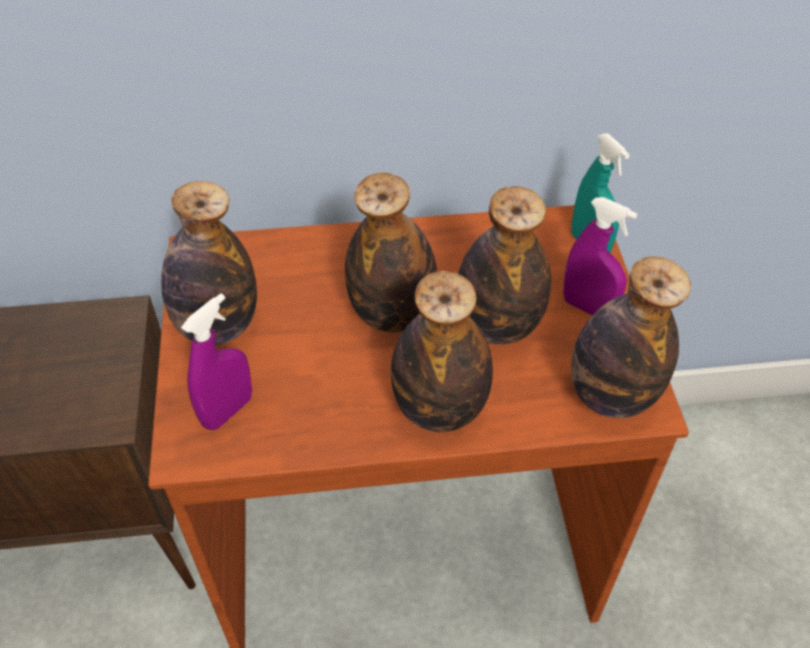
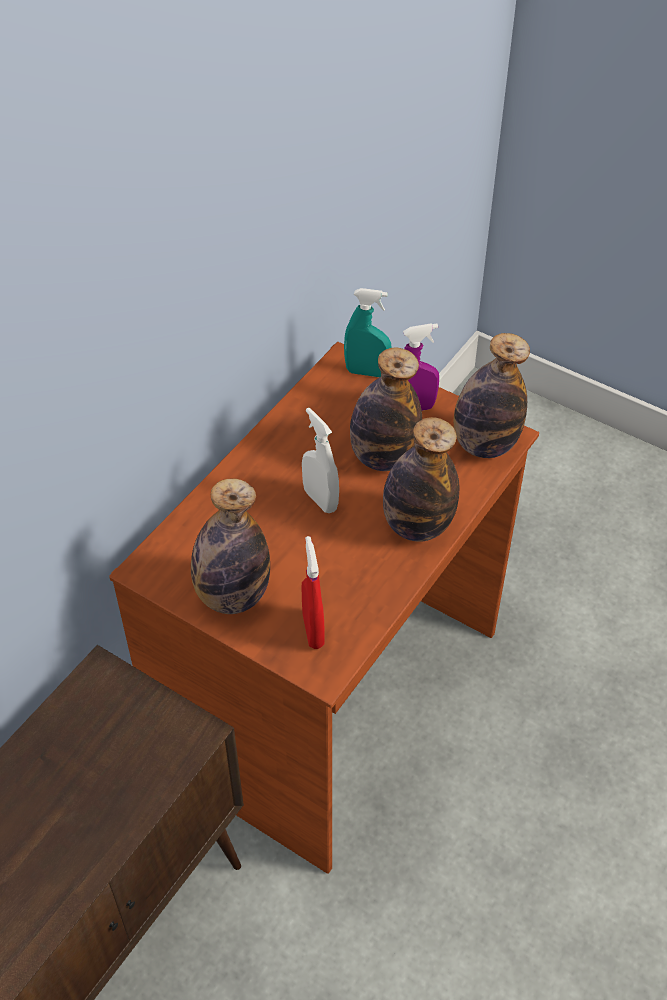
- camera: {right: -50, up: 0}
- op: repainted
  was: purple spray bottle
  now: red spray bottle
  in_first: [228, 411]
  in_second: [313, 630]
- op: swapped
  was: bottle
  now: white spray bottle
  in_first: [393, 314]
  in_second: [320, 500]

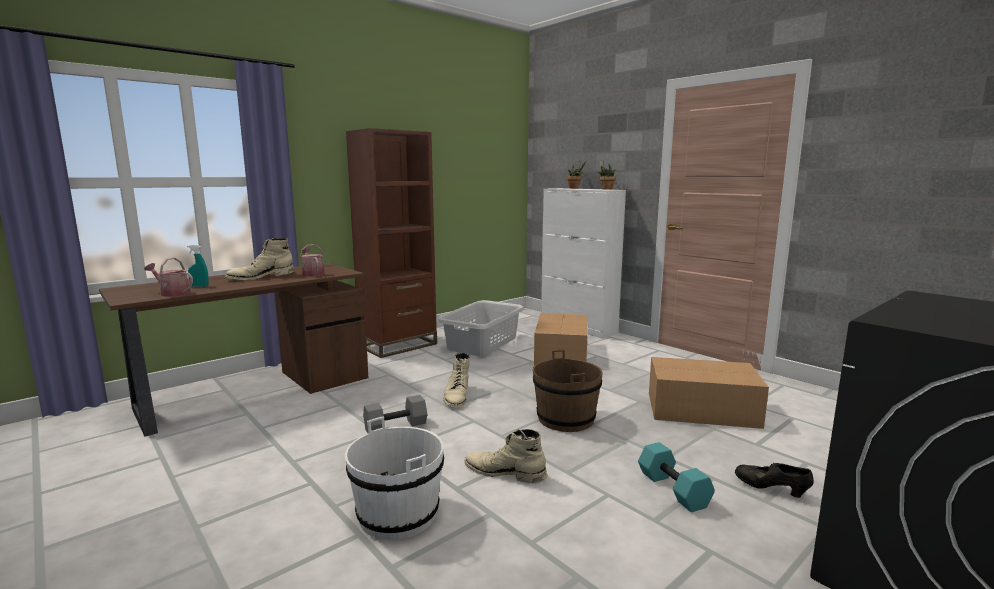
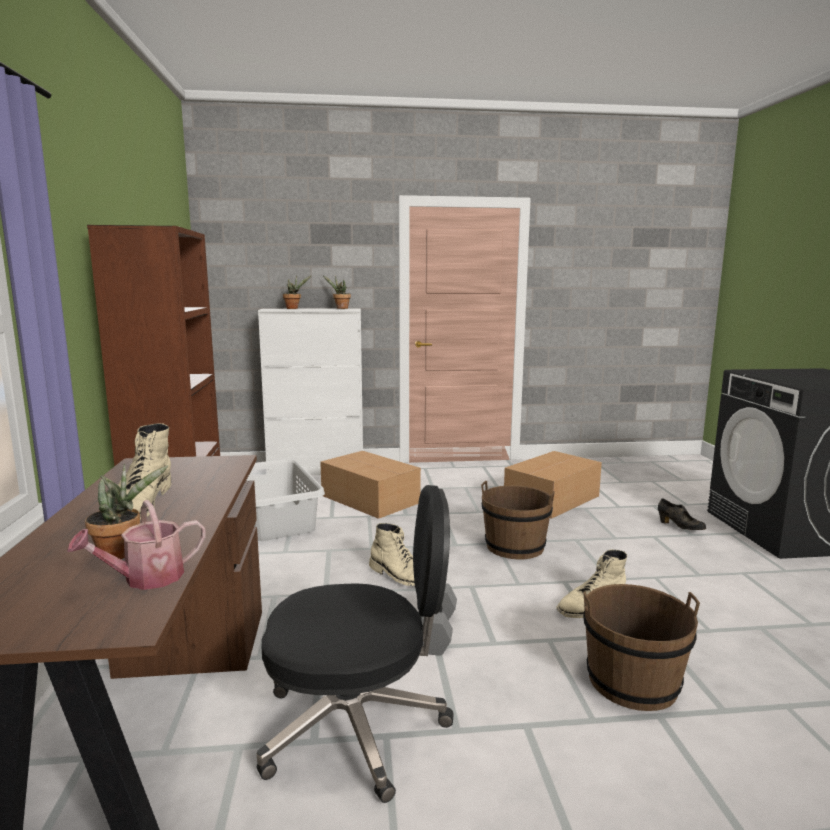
- camera: {right: -55, up: 0}
- op: swapped
  was: turquoise spray bottle
  now: potted plant
  in_first: [199, 286]
  in_second: [122, 552]
- op: gone
  was: watering can
  in_first: [312, 273]
- op: repainted
  was: white bucket
  now: brown bucket
  in_first: [398, 514]
  in_second: [632, 682]
- op: gone
  was: turquoise dumbbell
  in_first: [671, 489]
- op: rotated
  was: black shoe
  in_first: [770, 489]
  in_second: [679, 527]
  clockwise: -105
- op: new
  now: black office chair
  in_second: [357, 726]

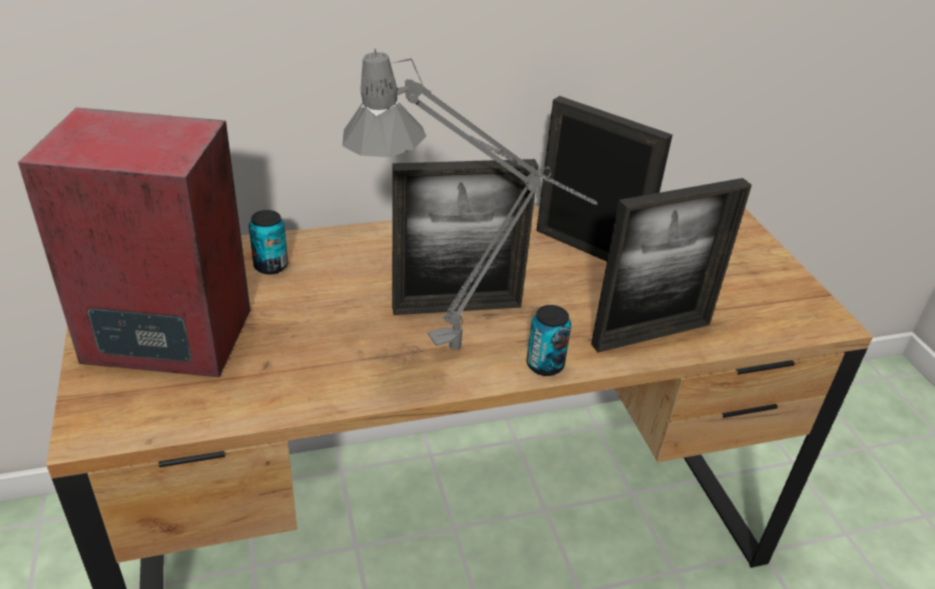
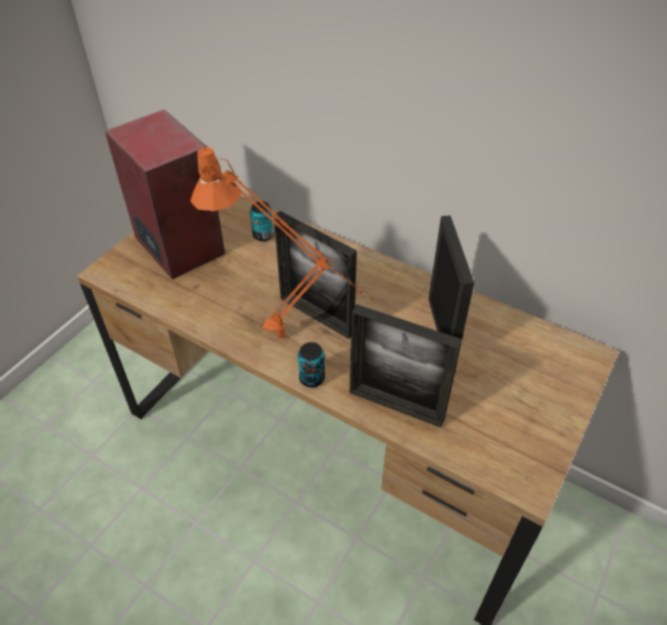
- camera: {right: 50, up: 10}
- op: repainted
  was: grey table lamp
  now: orange table lamp
  in_first: [469, 346]
  in_second: [291, 341]

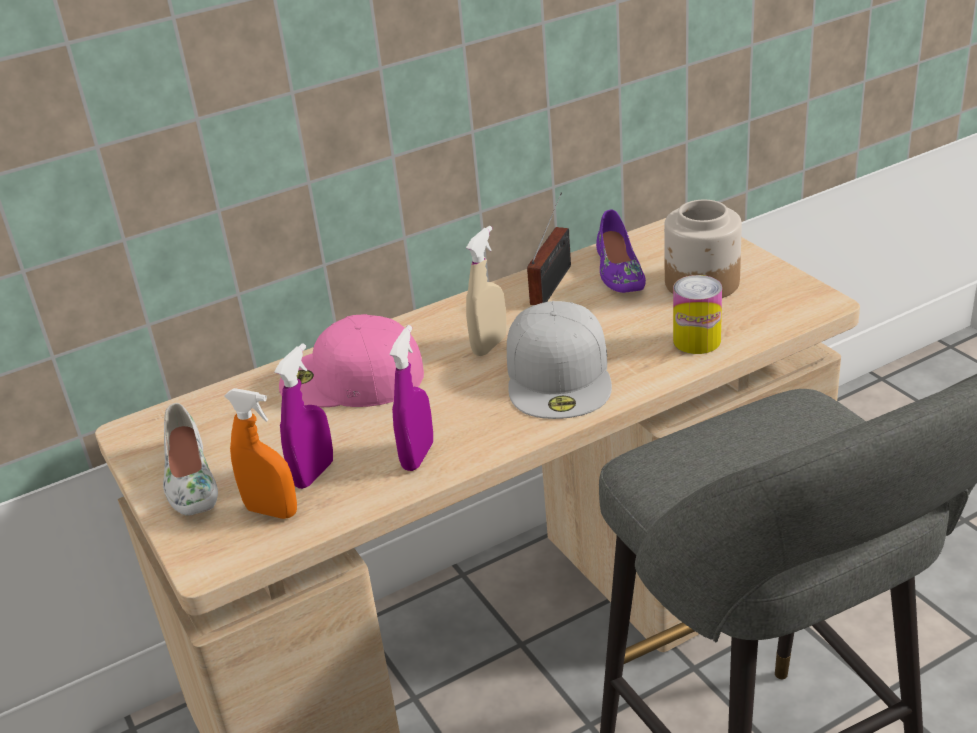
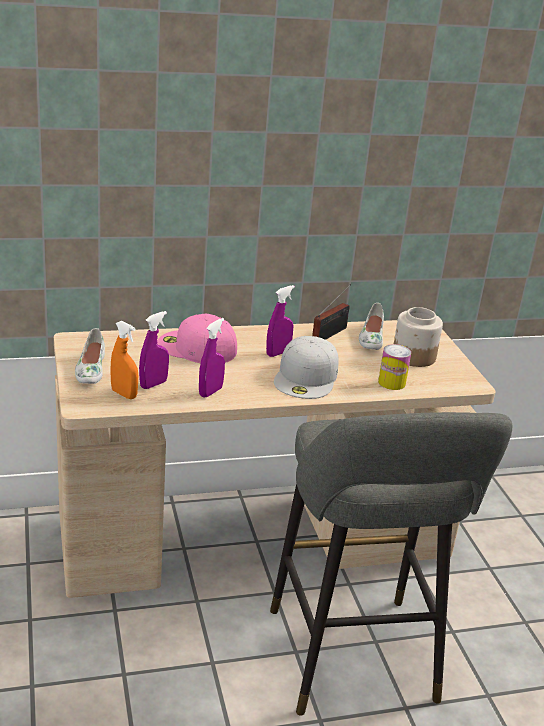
- camera: {right: 10, up: -5}
- op: repainted
  was: beige spray bottle
  now: purple spray bottle
  in_first: [489, 345]
  in_second: [278, 353]
- op: repainted
  was: purple shoe
  now: white shoe
  in_first: [618, 270]
  in_second: [371, 337]

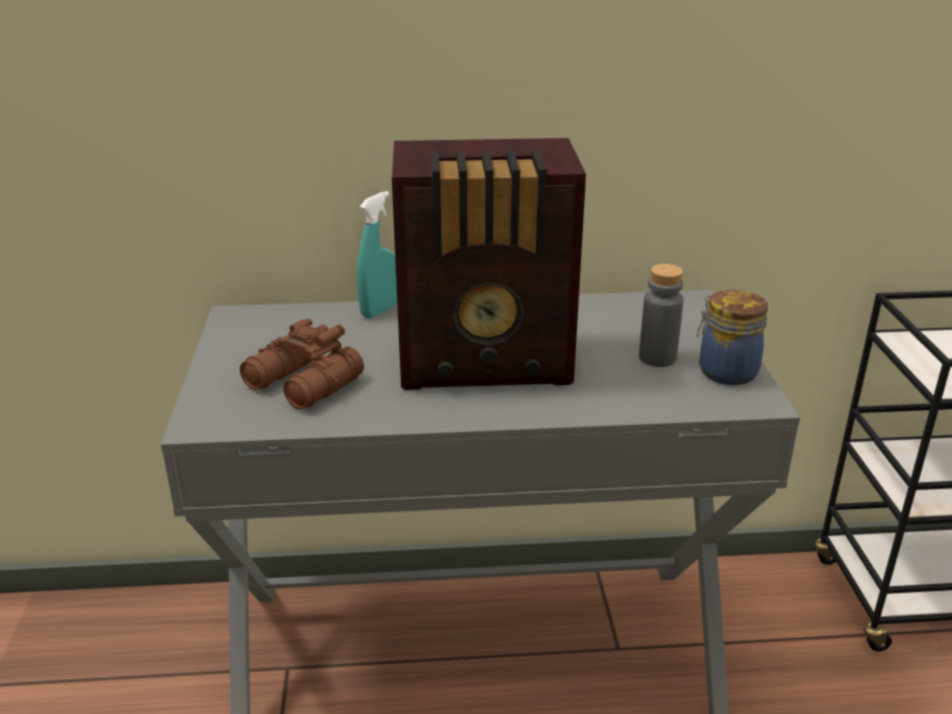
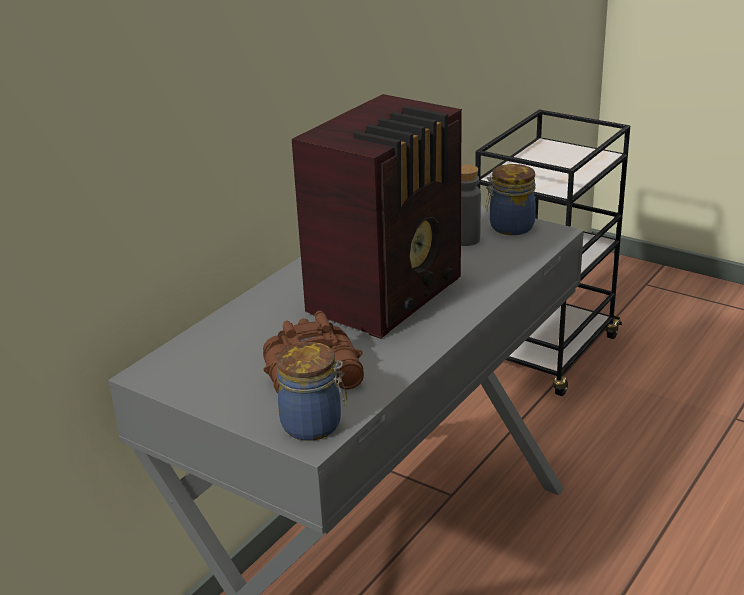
- camera: {right: -50, up: 0}
- op: gone
  was: turquoise spray bottle
  in_first: [379, 310]
- op: new
  now: jar
  in_second: [314, 425]

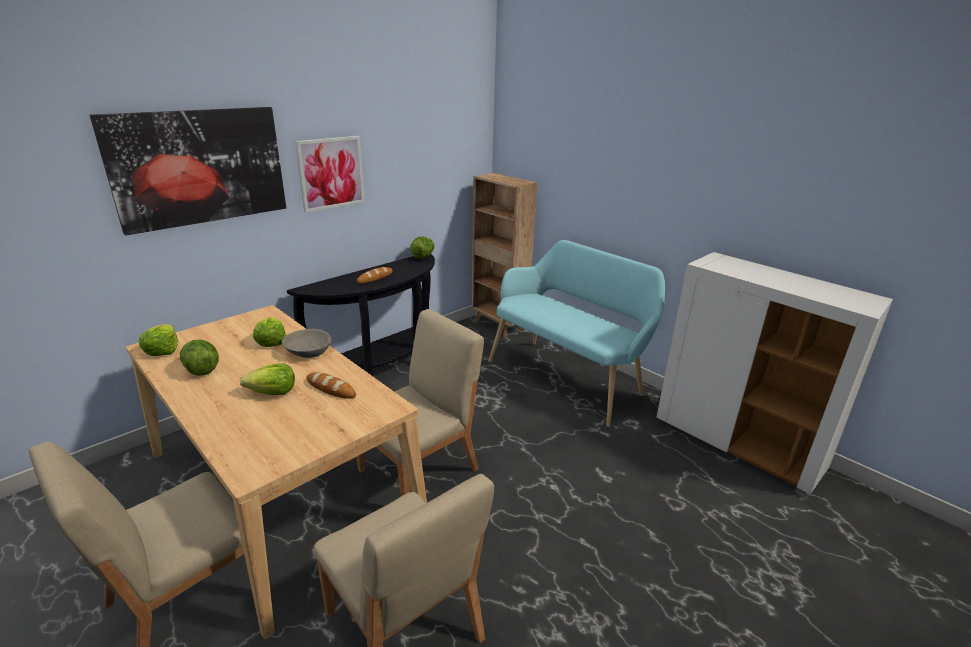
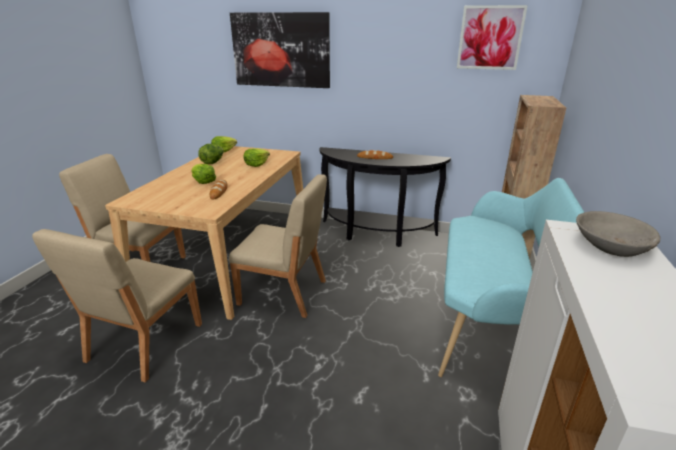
- camera: {right: 60, up: 0}
- op: shifted
  was: grey bowl
  in_first: [308, 351]
  in_second: [610, 245]
- op: shifted
  was: picture
  in_first: [331, 173]
  in_second: [490, 38]
- op: gone
  was: lettuce
  in_first: [423, 256]

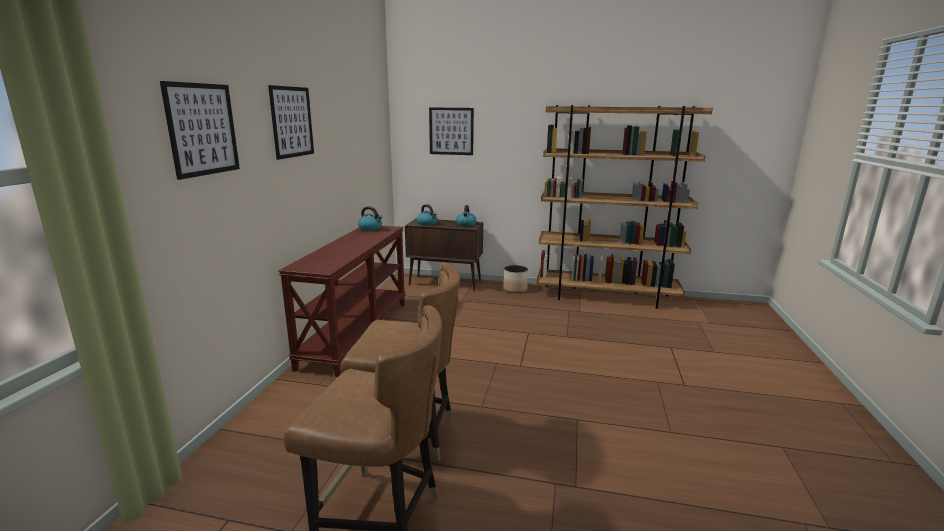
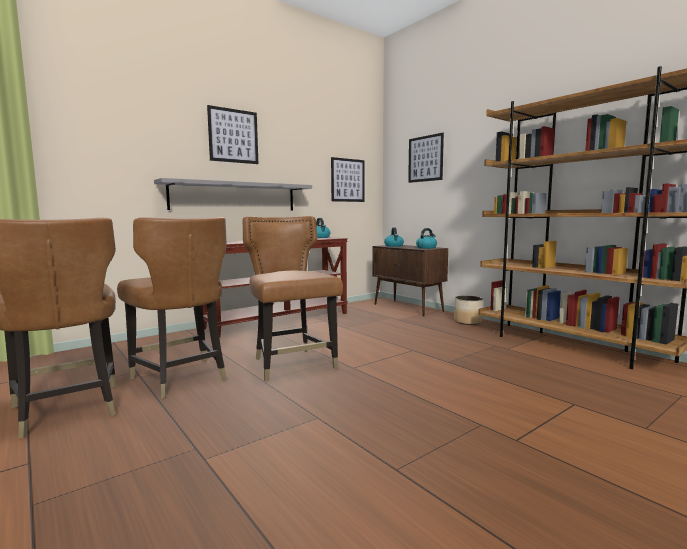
- camera: {right: 40, up: -10}
- op: shifted
  was: picture
  in_first: [203, 129]
  in_second: [348, 180]
- op: new
  now: grey shelf
  in_second: [235, 196]
- op: new
  now: brown chair
  in_second: [292, 364]

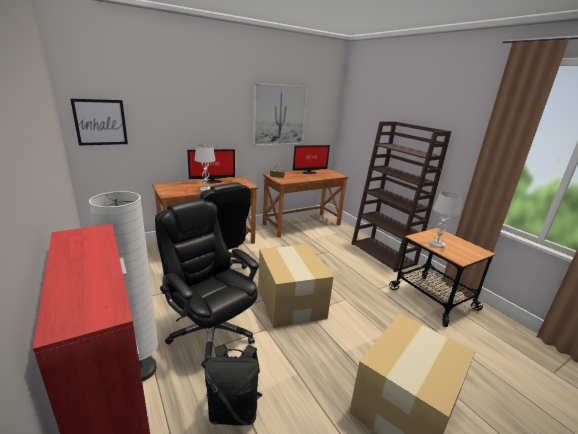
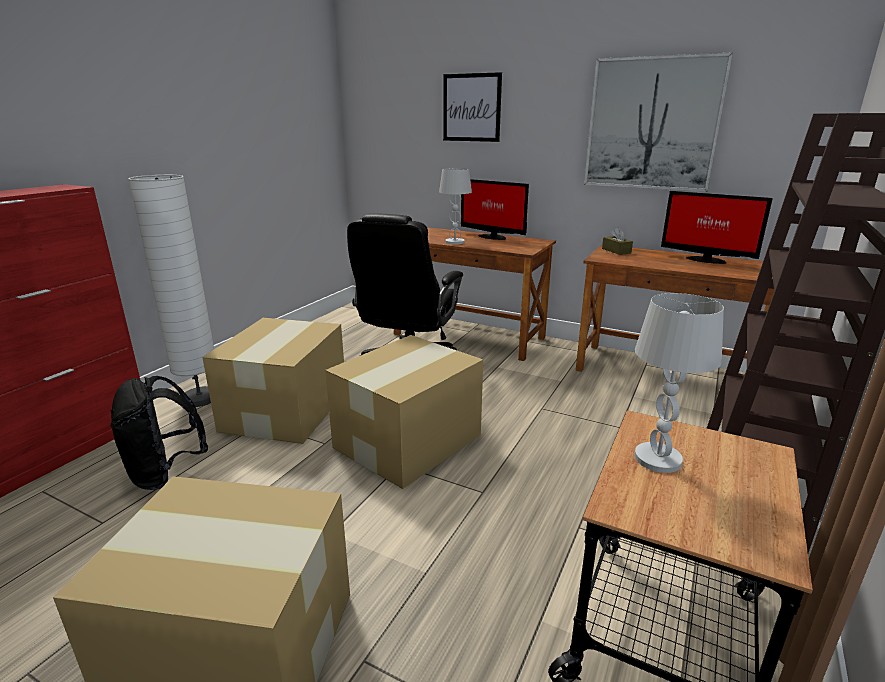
- camera: {right: 60, up: 0}
- op: shifted
  was: picture
  in_first: [100, 122]
  in_second: [471, 108]
- op: swapped
  was: black office chair
  now: cardboard box
  in_first: [211, 331]
  in_second: [287, 409]

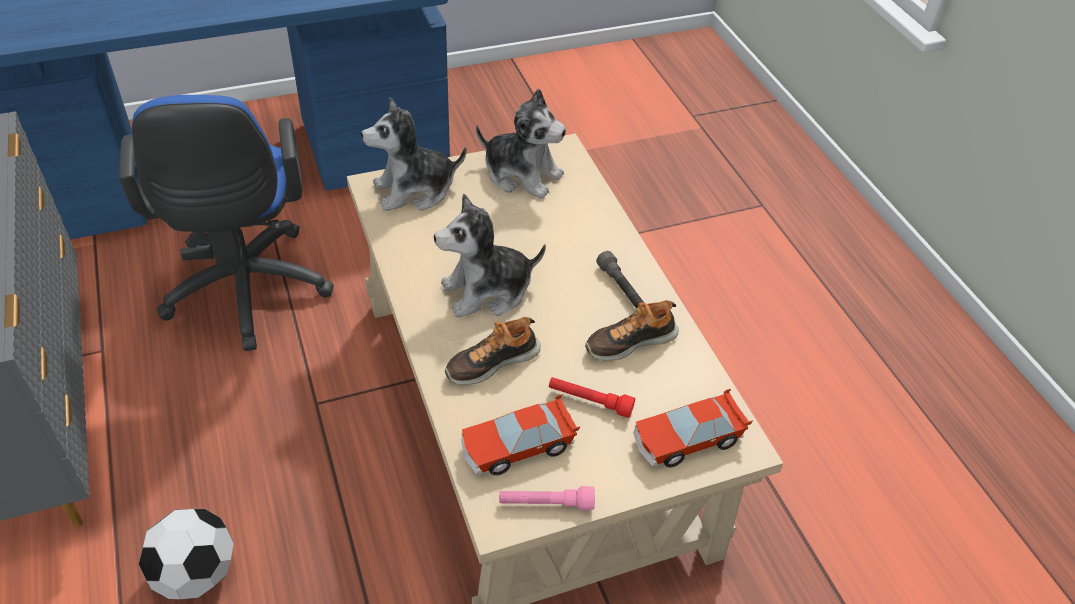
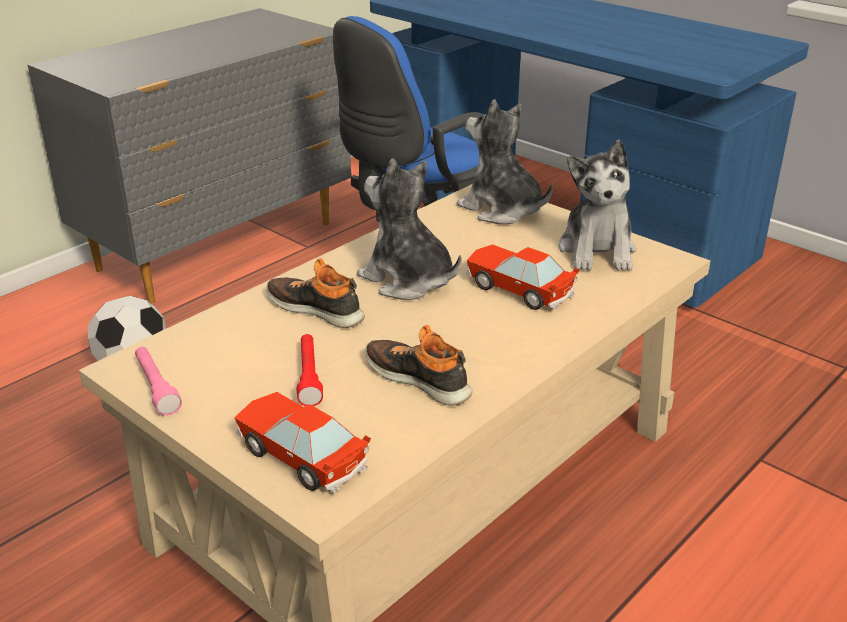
- camera: {right: 65, up: -15}
- op: shifted
  was: toy car
  in_first: [517, 447]
  in_second: [518, 289]
- op: gone
  was: grey flashlight
  in_first: [621, 289]

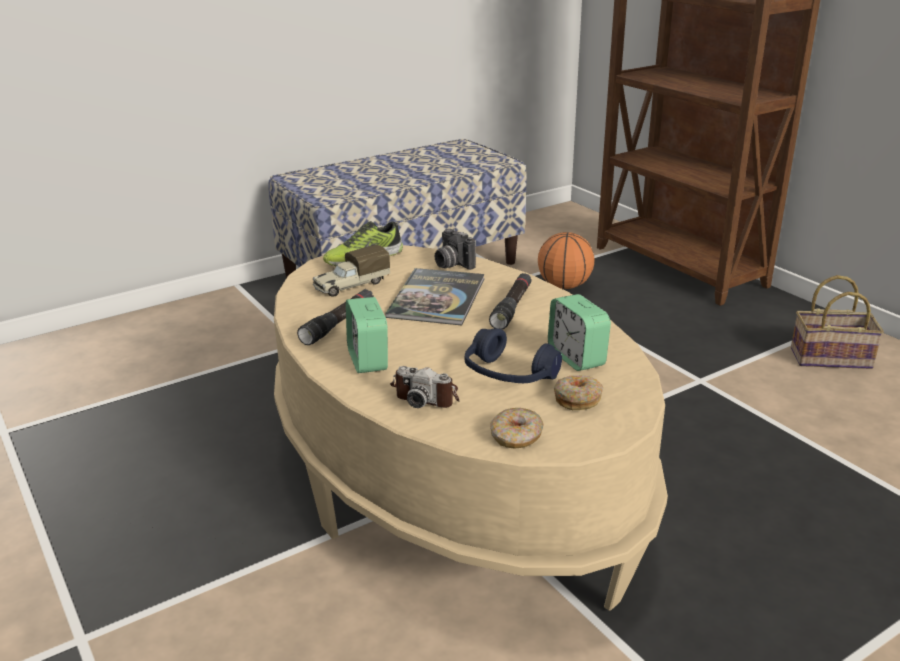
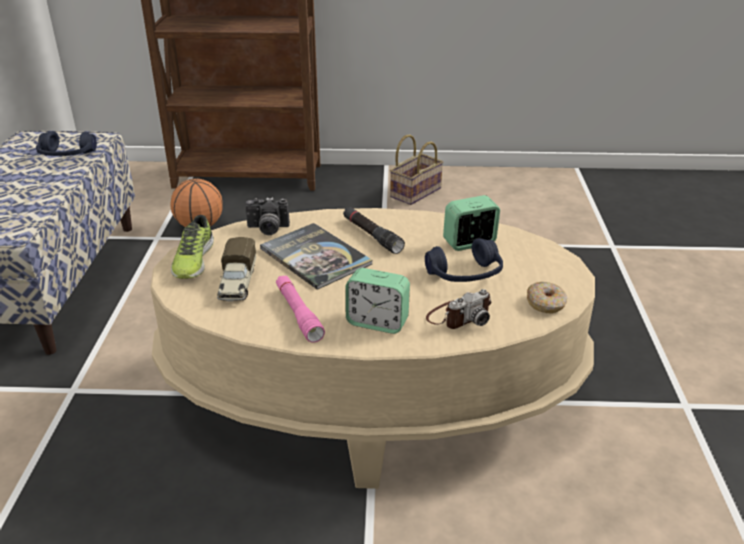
- camera: {right: -55, up: 5}
- op: repainted
  was: black flashlight
  now: pink flashlight
  in_first: [338, 323]
  in_second: [298, 314]
- op: rotated
  was: alarm clock
  in_first: [576, 357]
  in_second: [469, 243]
  clockwise: 150
- op: gone
  was: donut
  in_first: [577, 399]
- op: new
  now: blue headphones
  in_second: [67, 155]

